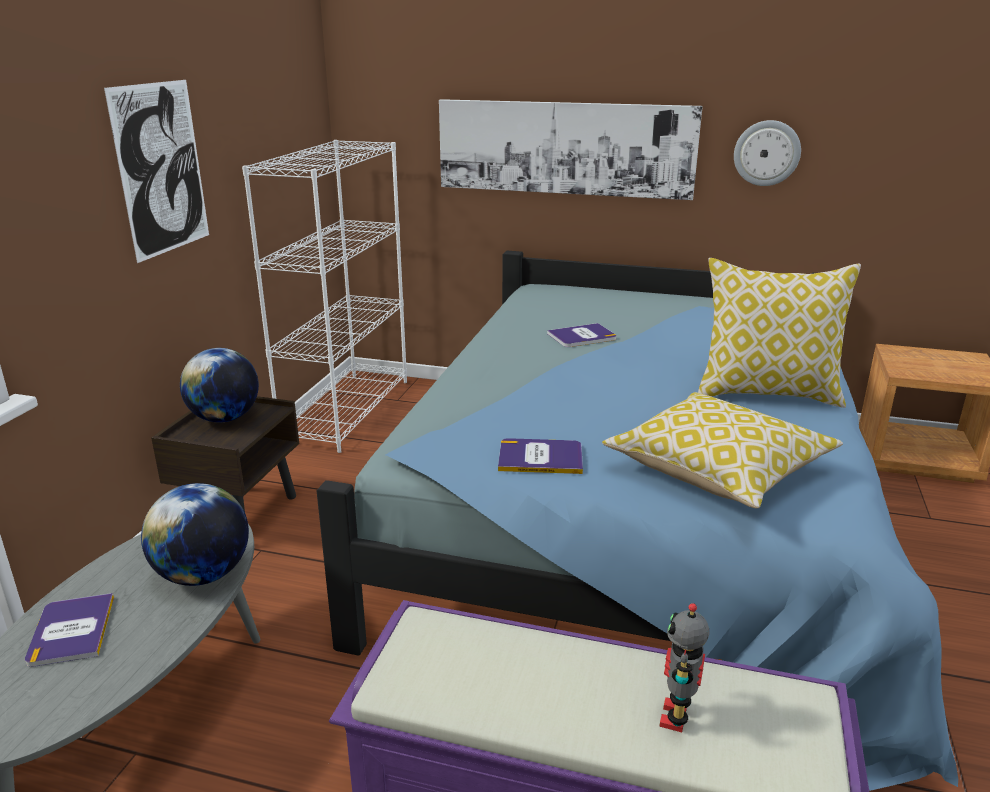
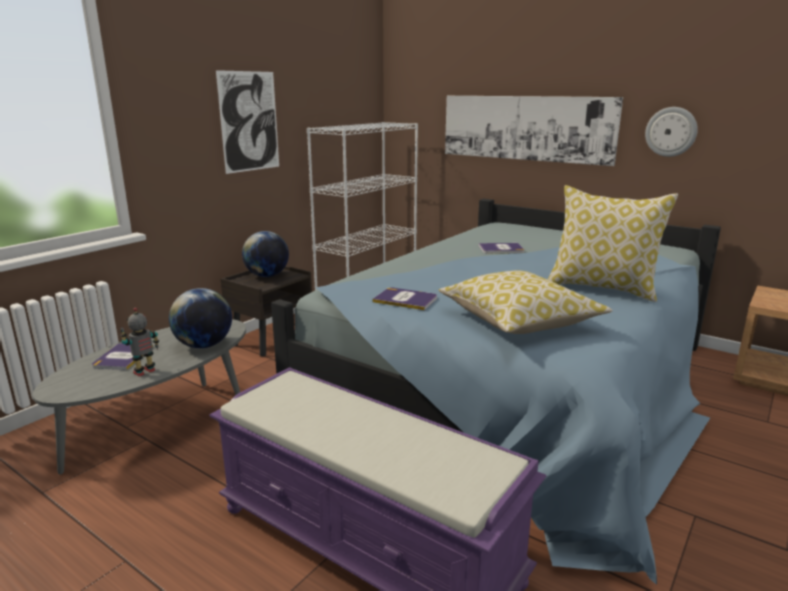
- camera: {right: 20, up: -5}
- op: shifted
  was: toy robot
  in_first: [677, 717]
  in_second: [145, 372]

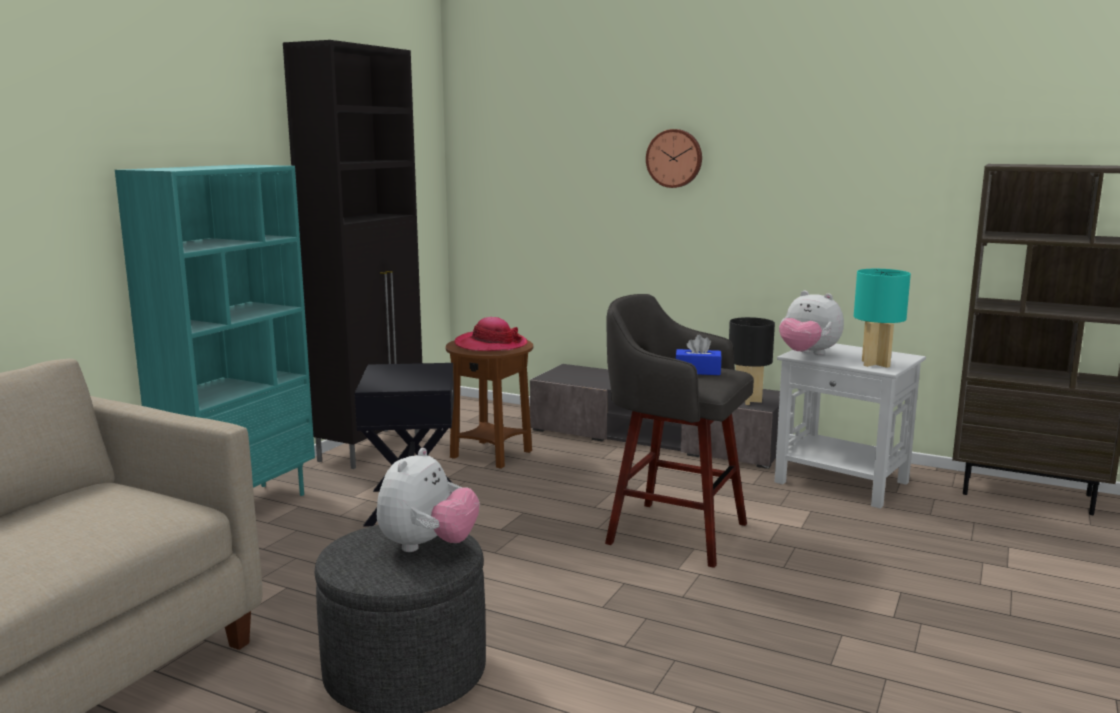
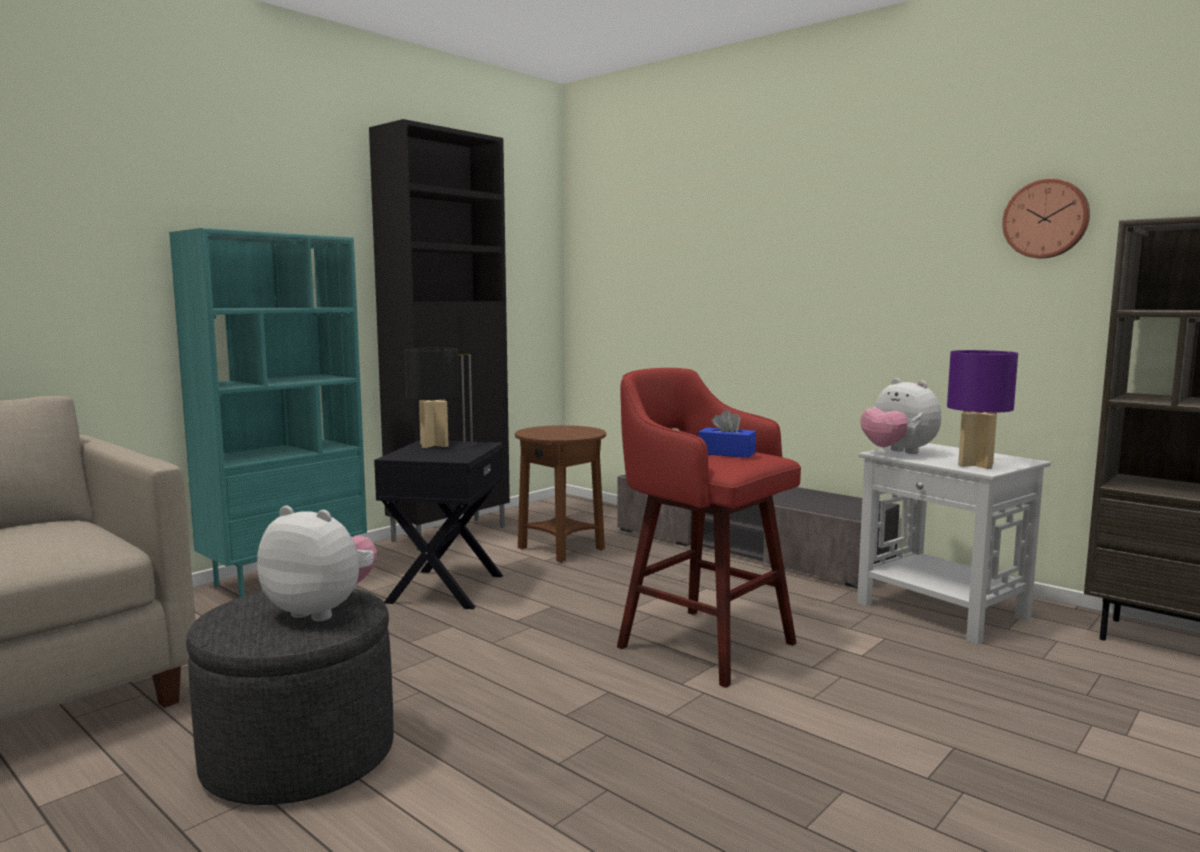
- camera: {right: 15, up: -5}
- op: rotated
  was: plush toy
  in_first: [427, 546]
  in_second: [322, 611]
  clockwise: -105
- op: gone
  was: hat
  in_first: [490, 345]
- op: repainted
  was: grey stool
  now: red stool
  in_first: [672, 532]
  in_second: [701, 643]
- op: shifted
  was: wall clock
  in_first: [674, 158]
  in_second: [1046, 219]
- op: shifted
  was: black table lamp
  in_first: [748, 401]
  in_second: [434, 445]
- op: repainted
  was: turquoise table lamp
  now: purple table lamp
  in_first: [876, 364]
  in_second: [976, 465]

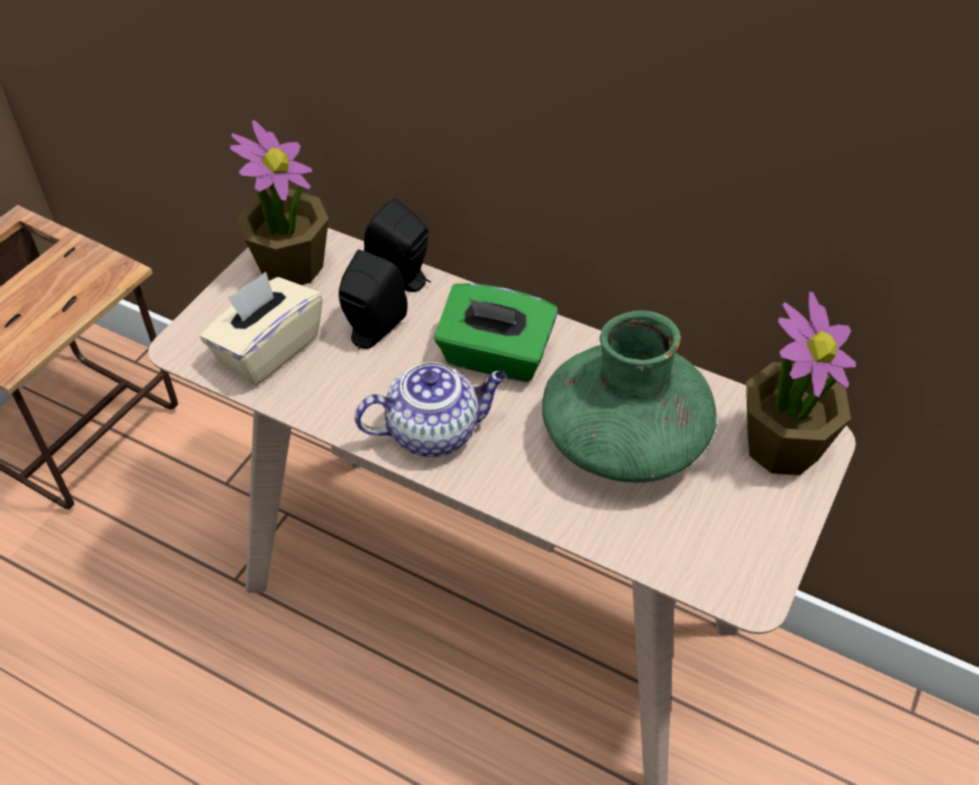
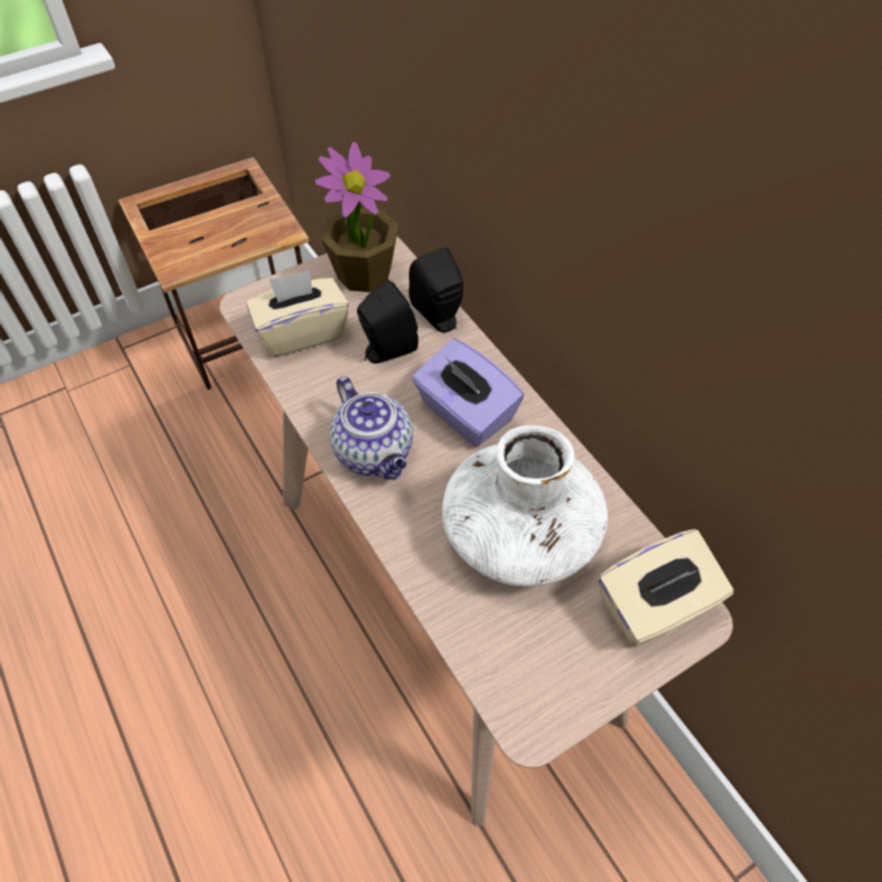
- camera: {right: 30, up: 5}
- op: rotated
  was: teapot
  in_first: [435, 431]
  in_second: [375, 453]
  clockwise: 45
- op: repainted
  was: green tissue box
  now: purple tissue box
  in_first: [495, 357]
  in_second: [465, 413]
- op: repainted
  was: green vase
  now: white vase
  in_first: [624, 439]
  in_second: [520, 532]
- op: swapped
  was: potted plant
  now: beige tissue box
  in_first: [782, 446]
  in_second: [655, 607]

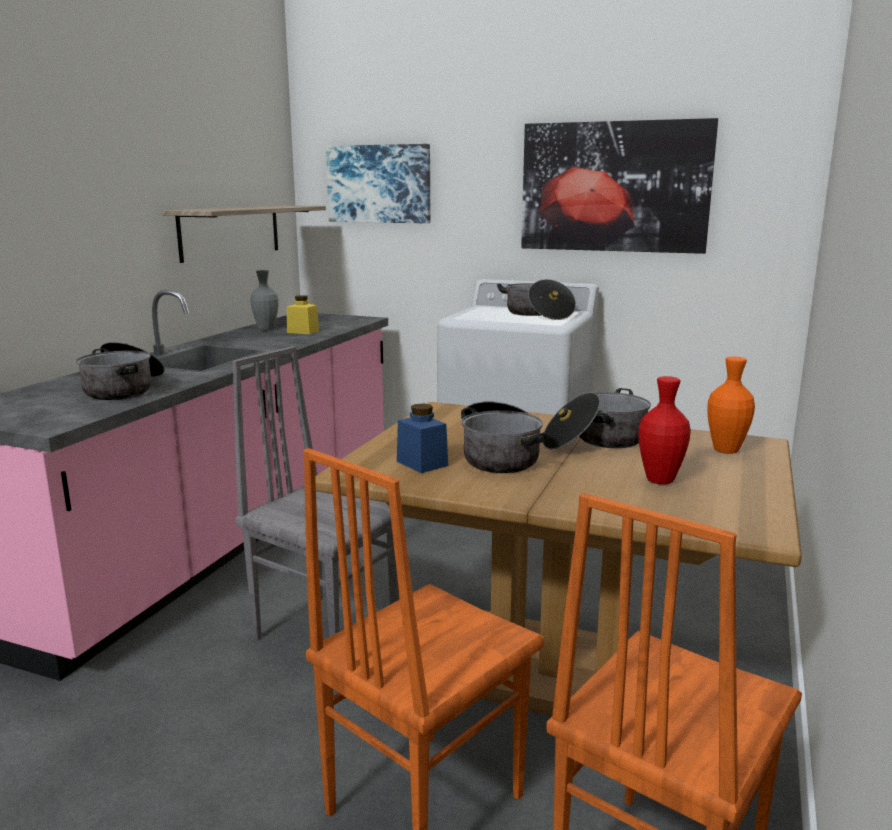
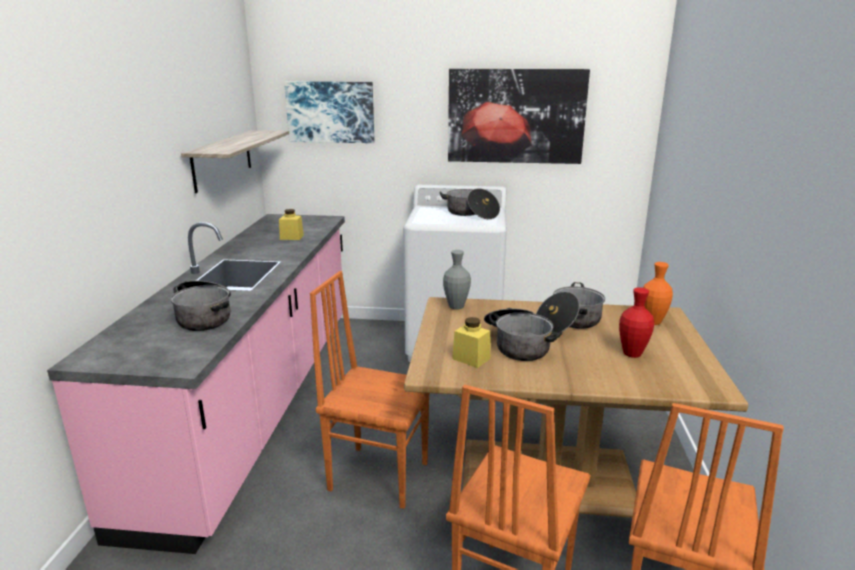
- camera: {right: -15, up: 5}
- op: repainted
  was: grey chair
  now: orange chair
  in_first: [327, 631]
  in_second: [378, 475]
- op: shifted
  was: grey vase
  in_first: [266, 329]
  in_second: [456, 307]
- op: repainted
  was: blue jar
  now: yellow jar
  in_first: [422, 463]
  in_second: [471, 358]

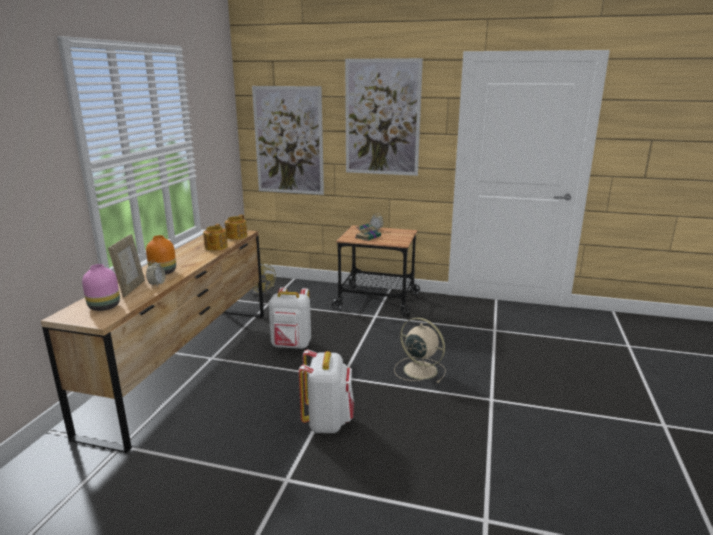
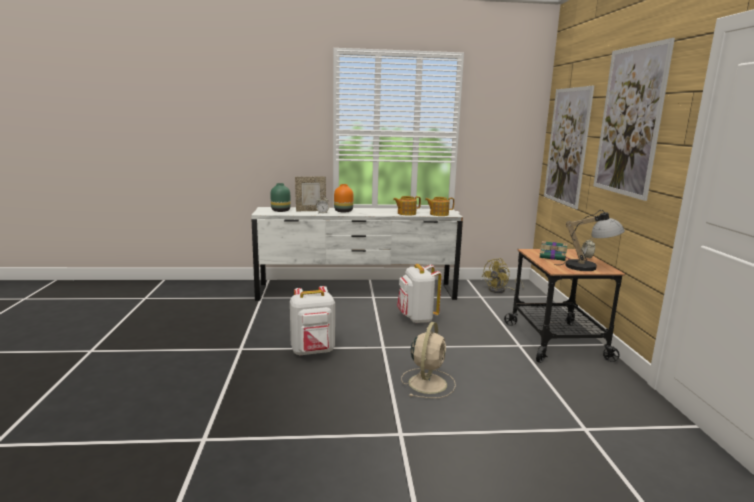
- camera: {right: 70, up: -5}
- op: repainted
  was: brown dresser
  now: white dresser
  in_first: [187, 365]
  in_second: [356, 292]
- op: repainted
  was: pink vase
  now: green vase
  in_first: [104, 306]
  in_second: [281, 211]
- op: new
  now: table lamp
  in_second: [589, 267]

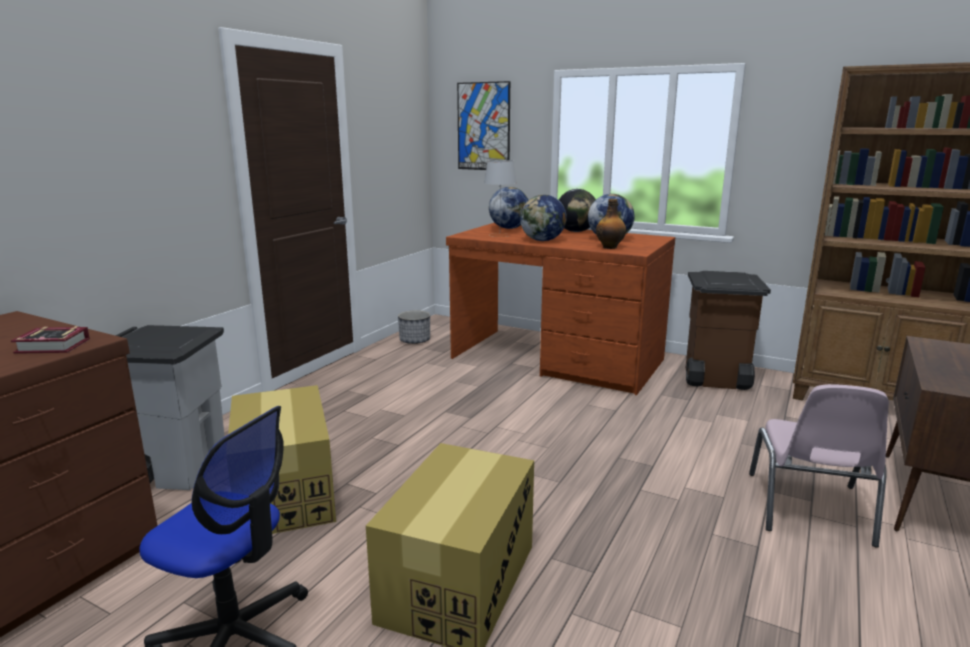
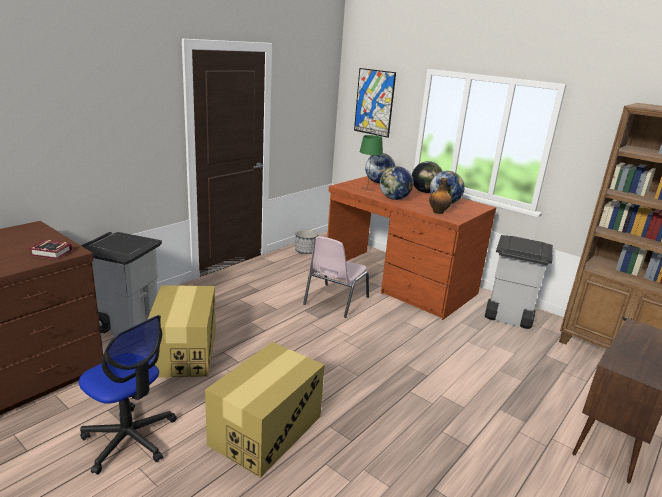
- camera: {right: 10, up: 5}
- op: repainted
  was: grey table lamp
  now: green table lamp
  in_first: [499, 235]
  in_second: [367, 189]
- op: repainted
  was: brown trash can
  now: grey trash can
  in_first: [714, 380]
  in_second: [507, 317]
- op: shifted
  was: pink chair
  in_first: [809, 509]
  in_second: [335, 301]

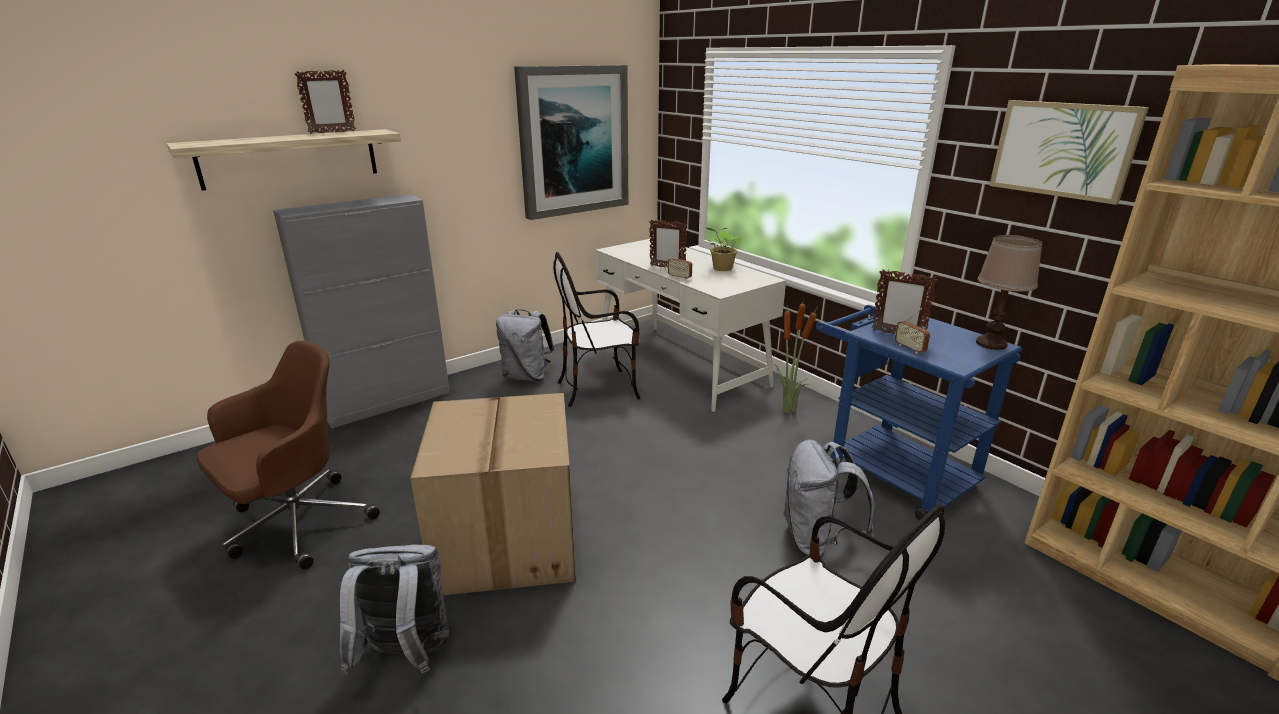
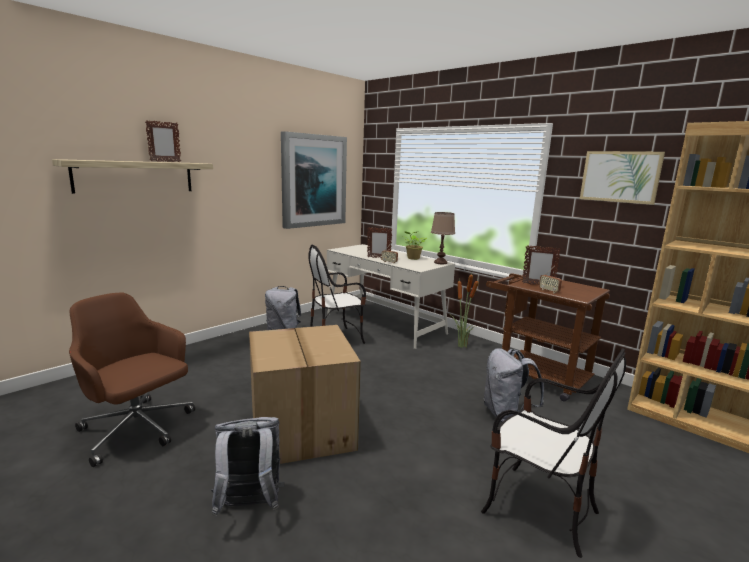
- camera: {right: -10, up: -10}
- op: rotated
  was: brown office chair
  in_first: [296, 524]
  in_second: [137, 429]
  clockwise: -90
- op: gone
  was: grey cabinet
  in_first: [388, 402]
- op: repainted
  was: blue cart
  now: brown cart
  in_first: [889, 470]
  in_second: [535, 375]
- op: shifted
  was: brown table lamp
  in_first: [990, 344]
  in_second: [440, 262]

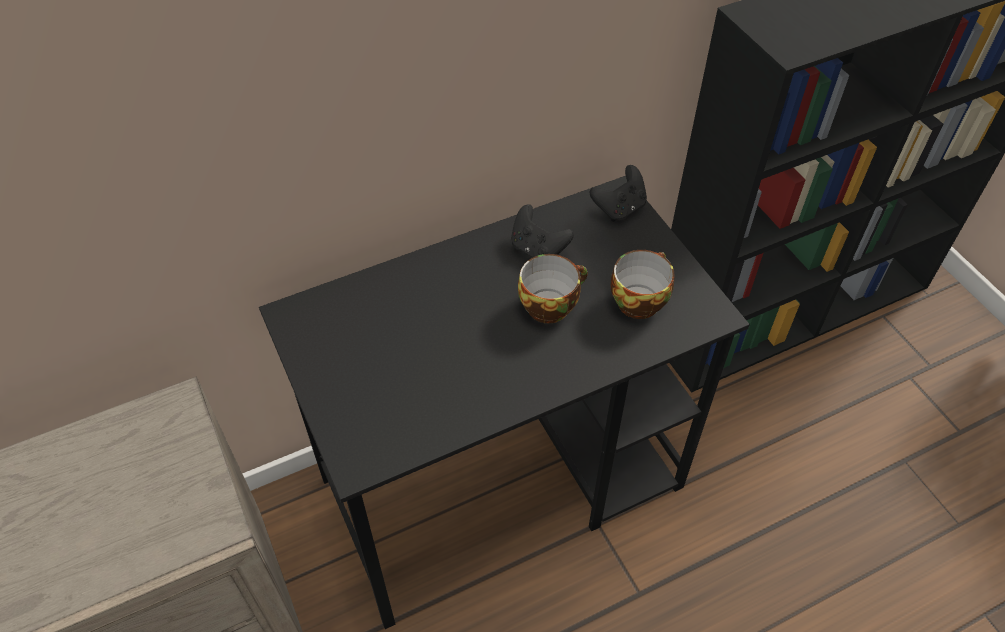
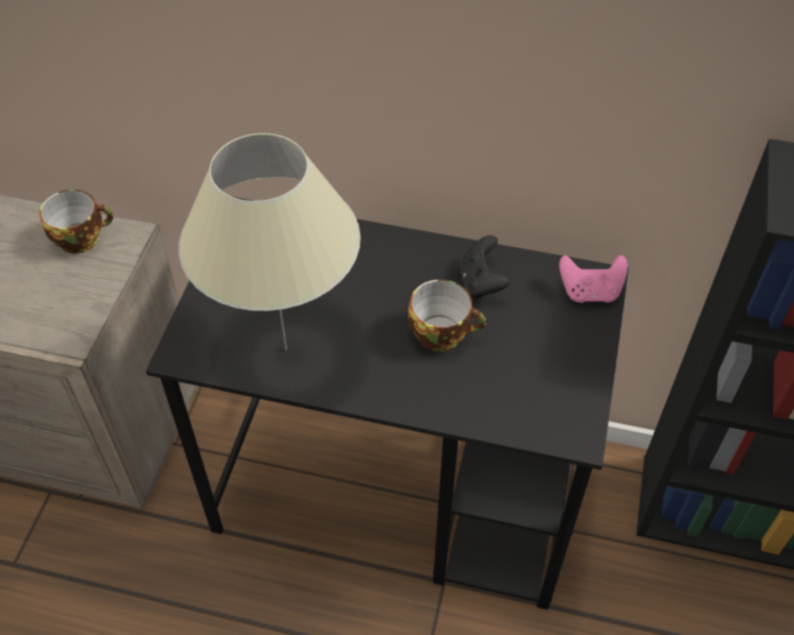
- camera: {right: 40, up: 0}
- op: repainted
  was: black game controller
  now: pink game controller
  in_first: [619, 208]
  in_second: [590, 292]
- op: shifted
  was: cup
  in_first: [638, 299]
  in_second: [82, 237]
- op: new
  now: beige table lamp
  in_second: [286, 349]

